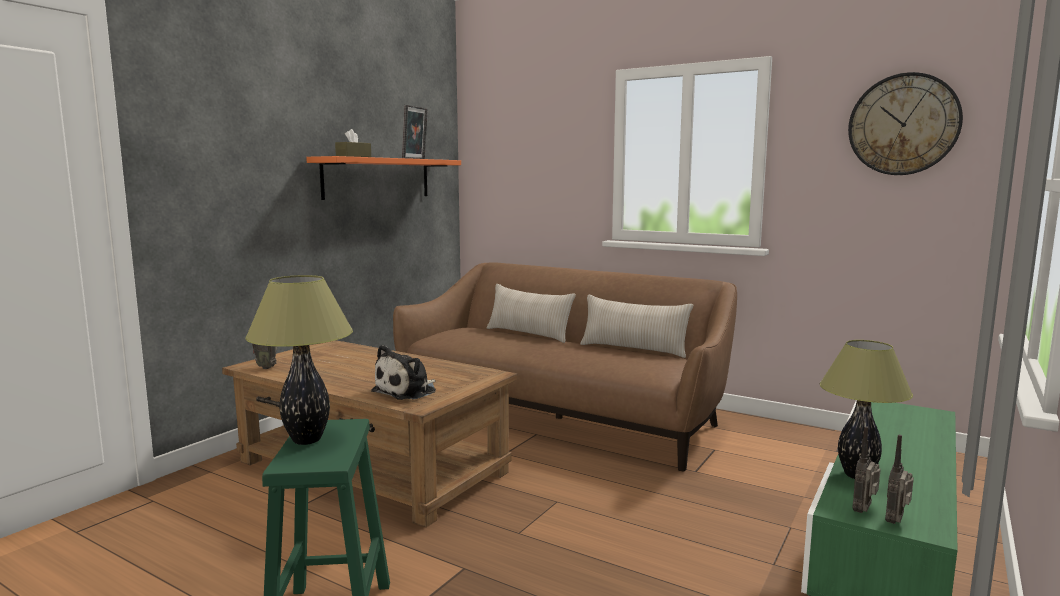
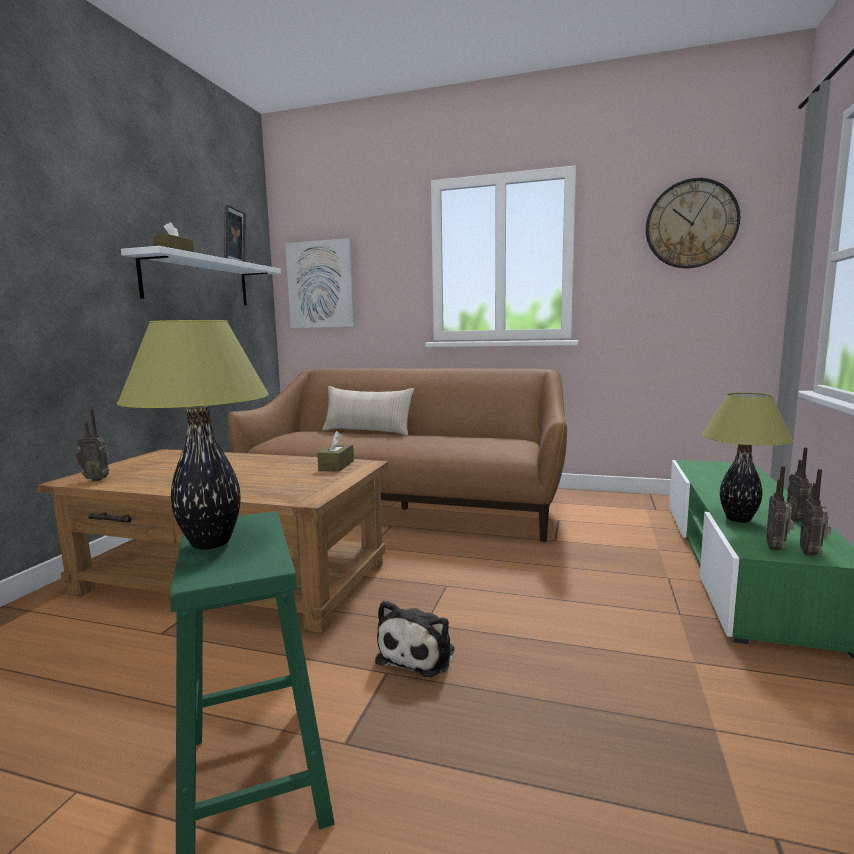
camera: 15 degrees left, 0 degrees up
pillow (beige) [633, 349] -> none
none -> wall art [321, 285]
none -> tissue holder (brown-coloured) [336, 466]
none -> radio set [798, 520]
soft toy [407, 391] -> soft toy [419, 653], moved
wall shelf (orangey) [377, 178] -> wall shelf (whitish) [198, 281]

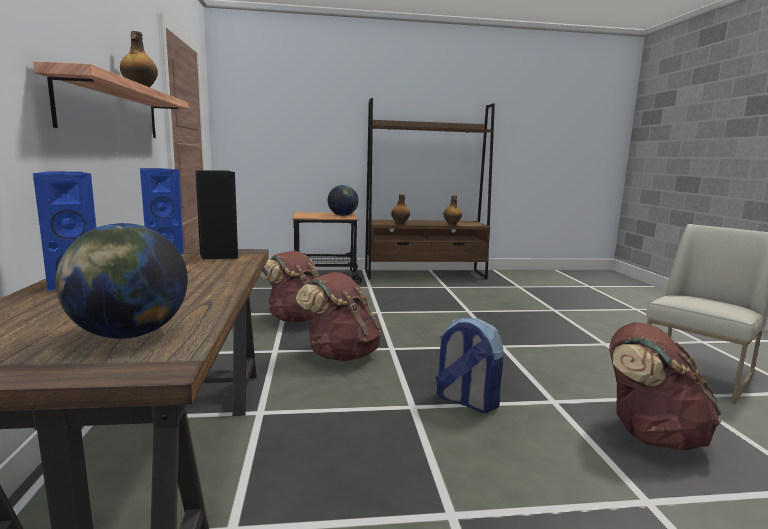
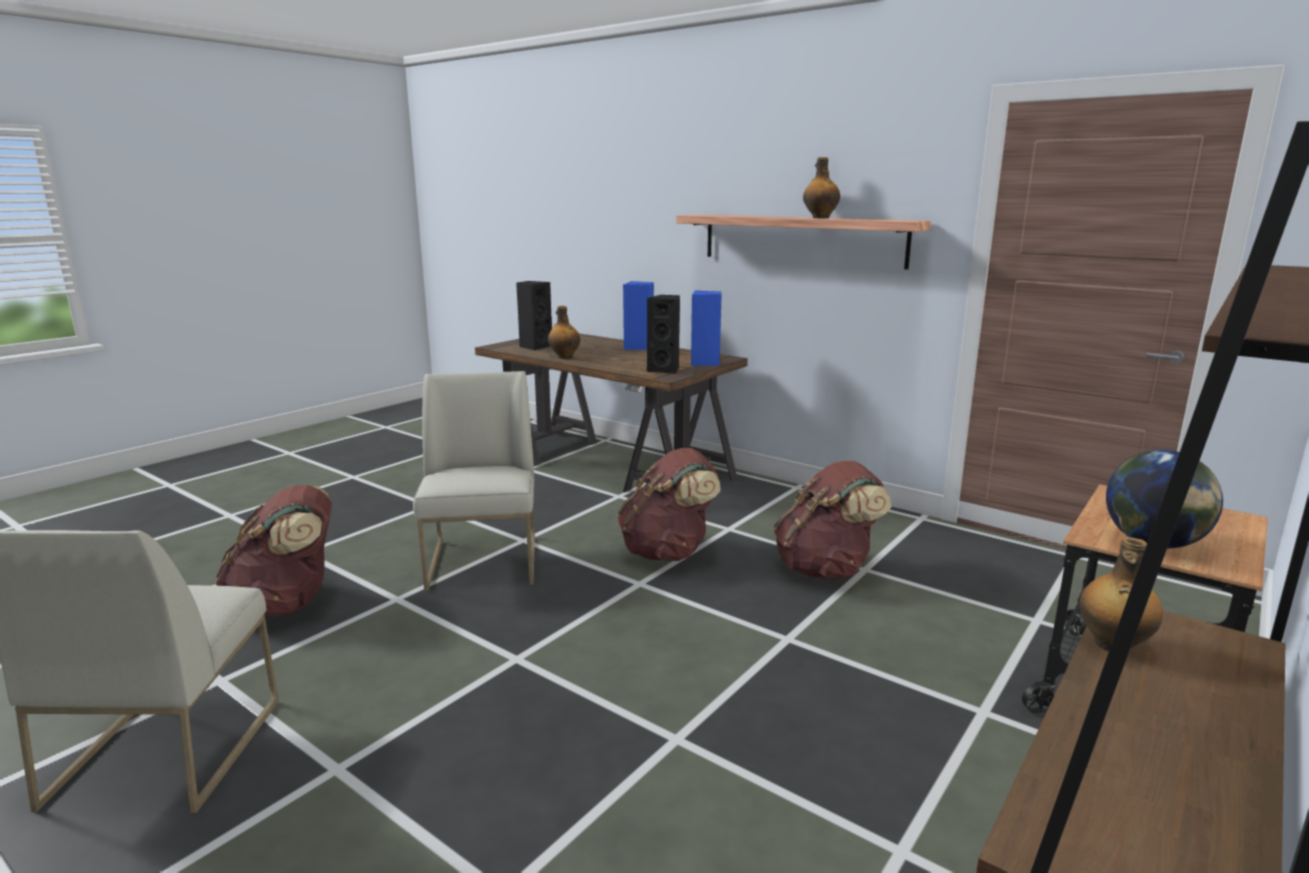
camera: 135 degrees right, 5 degrees up
beverage bottle [451, 225] -> beverage bottle [564, 357], moved
desk globe [129, 335] -> audio speaker (black) [535, 347]
rucksack [465, 401] -> upright chair (whitish) [484, 562]

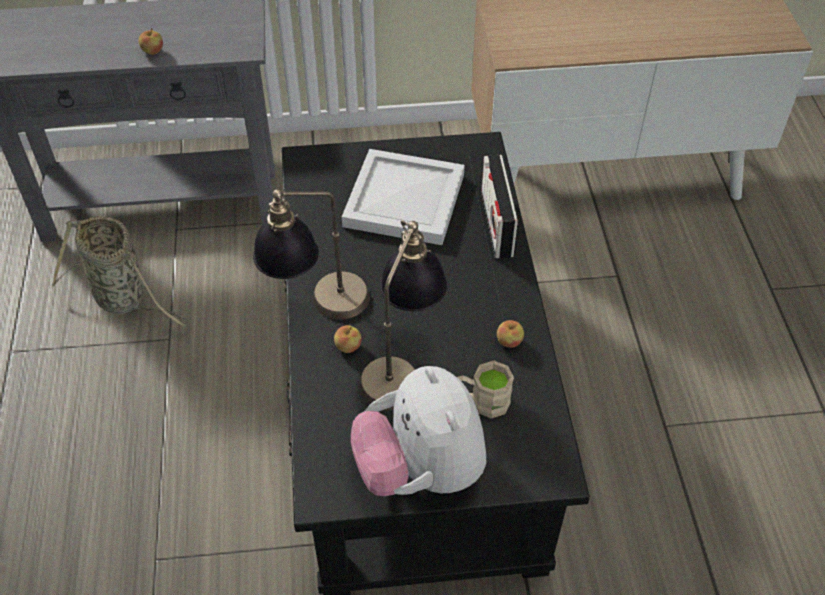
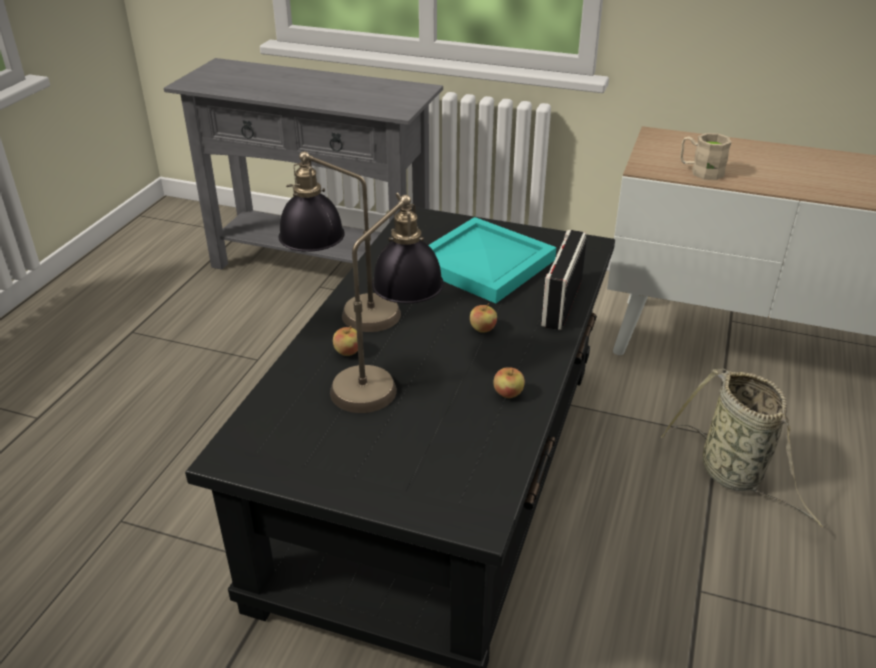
camera: 25 degrees right, 15 degrees down
soft toy [420, 469] -> none
basket [124, 299] -> basket [735, 475], moved
apple [153, 51] -> apple [482, 329], moved
tea mug (beige) [482, 401] -> tea mug (beige) [700, 171], moved
carrying tray (whitish) [402, 201] -> carrying tray (turquoise-coloured) [481, 264]

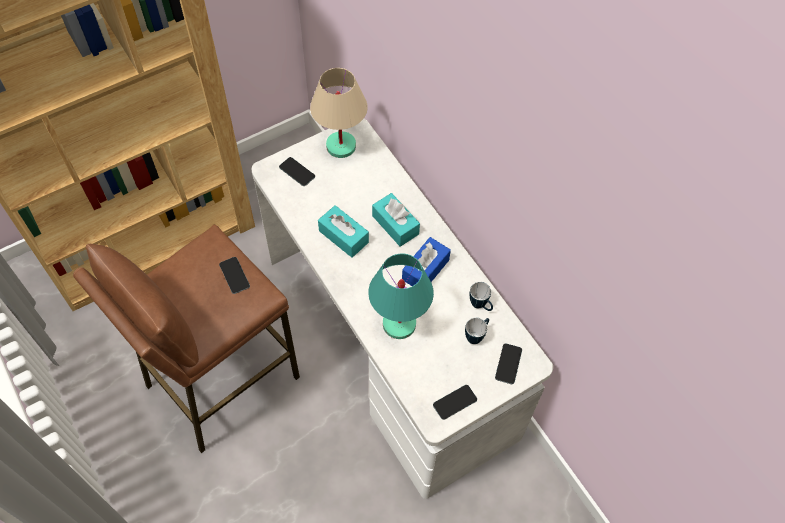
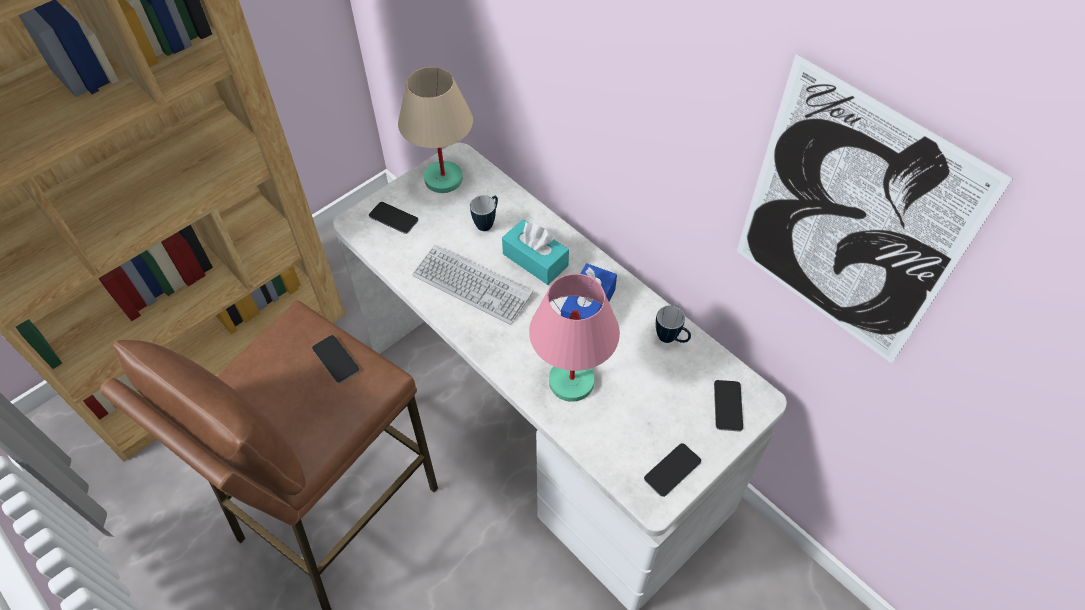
camera: 10 degrees left, 5 degrees down
none -> wall art [848, 221]
tea mug [476, 336] -> tea mug [487, 223], moved
tissue holder (turquoise-coloured) [343, 236] -> keyboard [471, 285]
tabletop lamp (turquoise-coloured) [398, 324] -> tabletop lamp (pink-coloured) [571, 382]

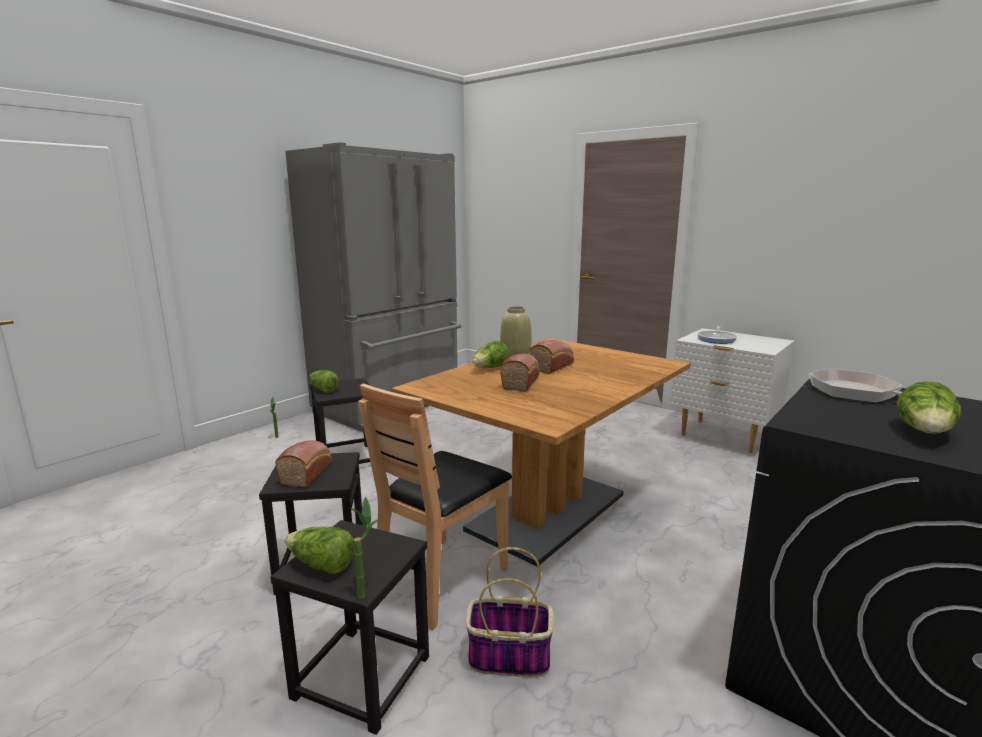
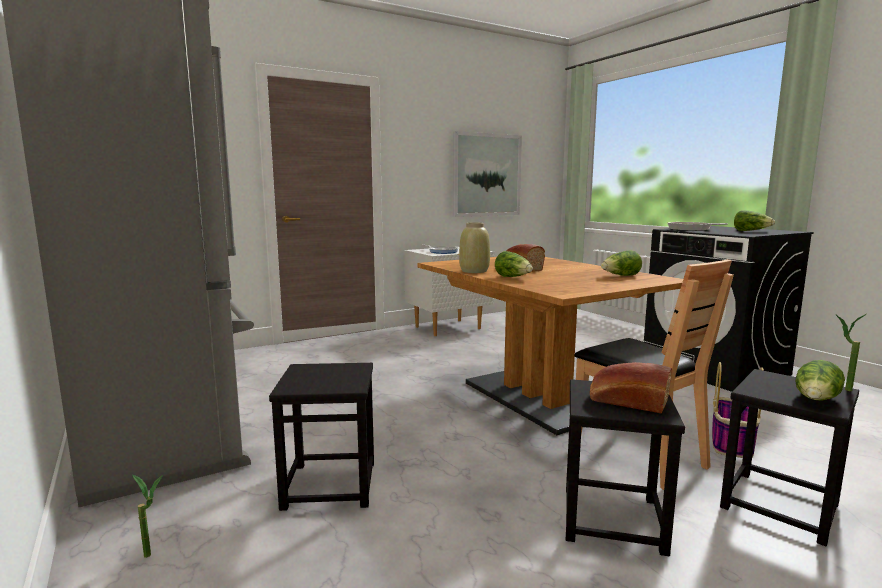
camera: 70 degrees left, 5 degrees down
bakery bread [521, 382] -> none
none -> wall art [486, 175]
head of lettuce [323, 390] -> head of lettuce [620, 276], moved

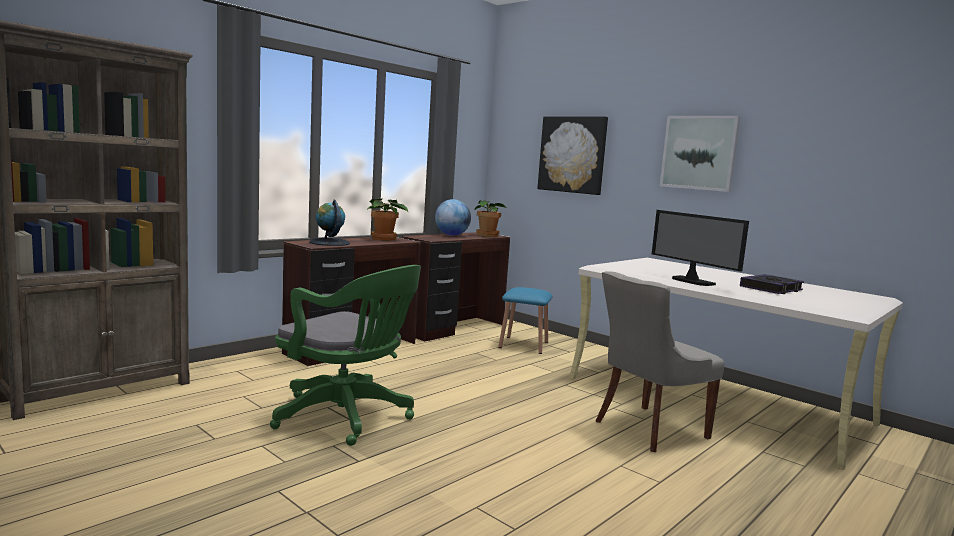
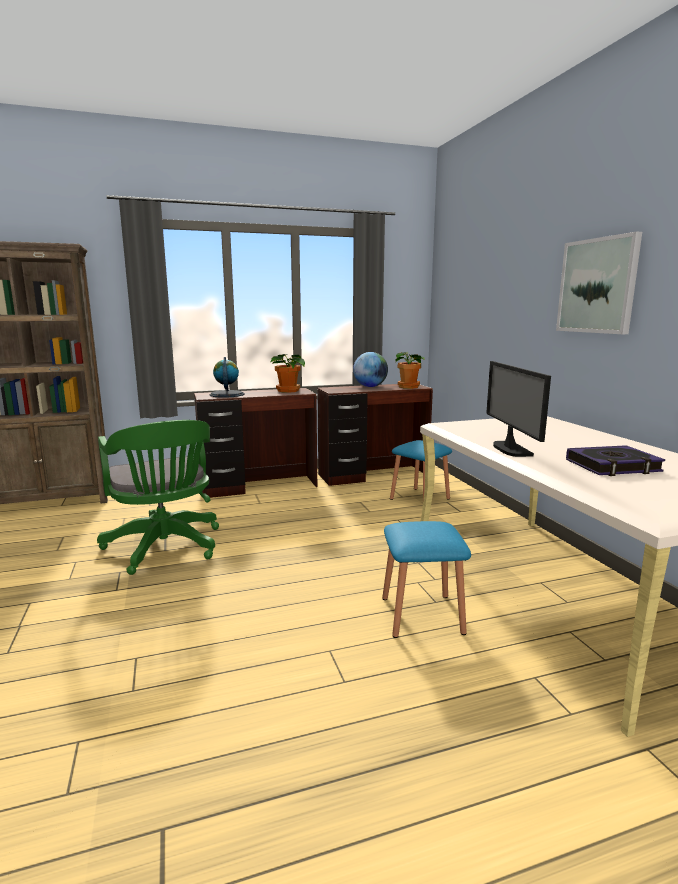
camera: 30 degrees right, 5 degrees up
wall art [572, 154] -> none
upright chair (greyish) [647, 429] -> stool (blue-coloured) [421, 615]

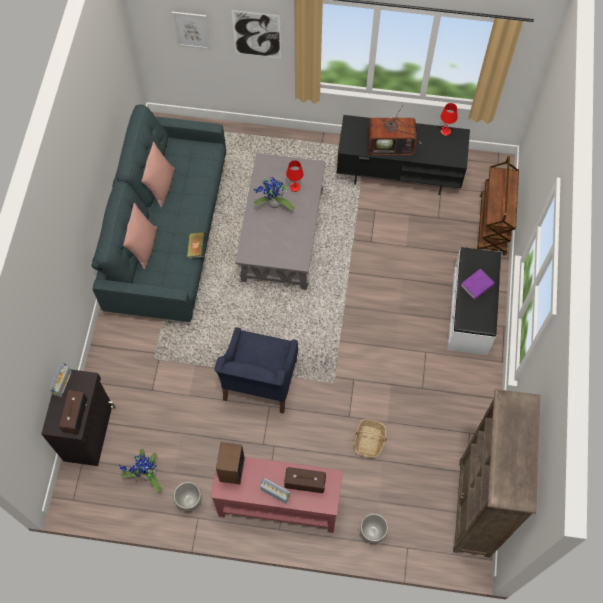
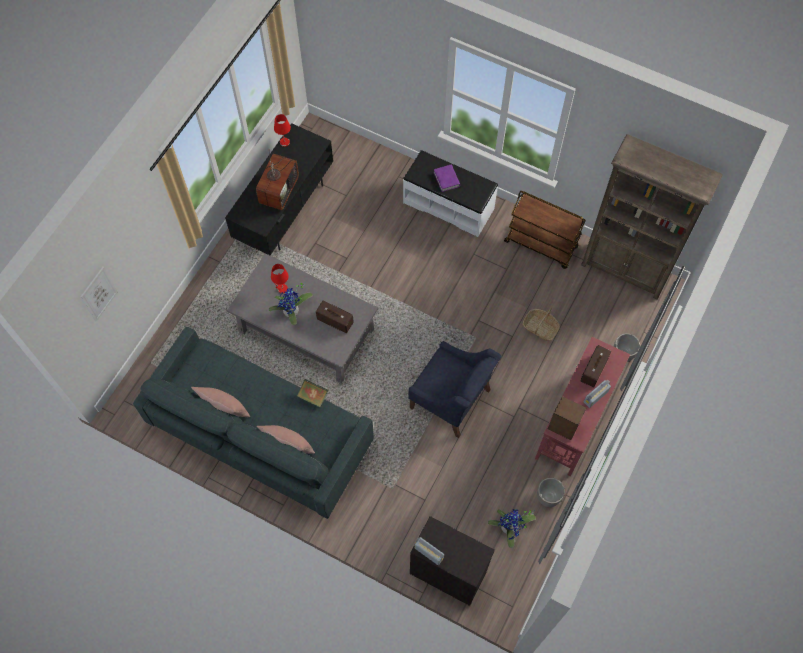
camera: 70 degrees left, 0 degrees up
wall art [257, 34] -> none
radio set [75, 415] -> radio set [334, 321], moved
cart (brown-coloured) [492, 225] -> cart (brown-coloured) [541, 244], moved

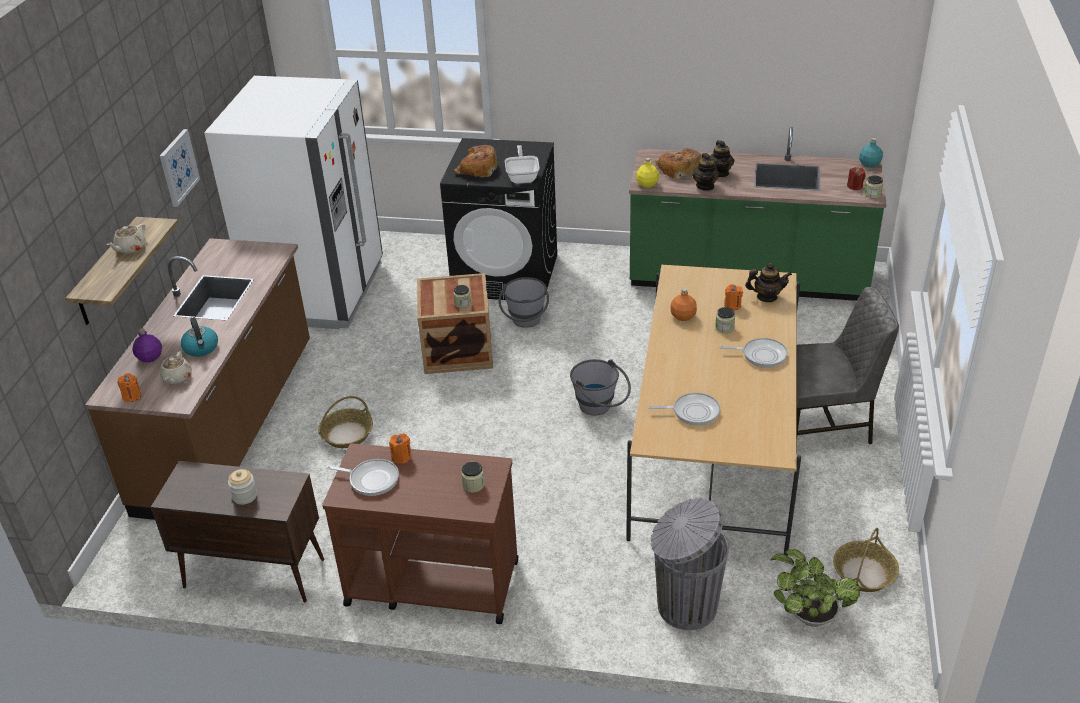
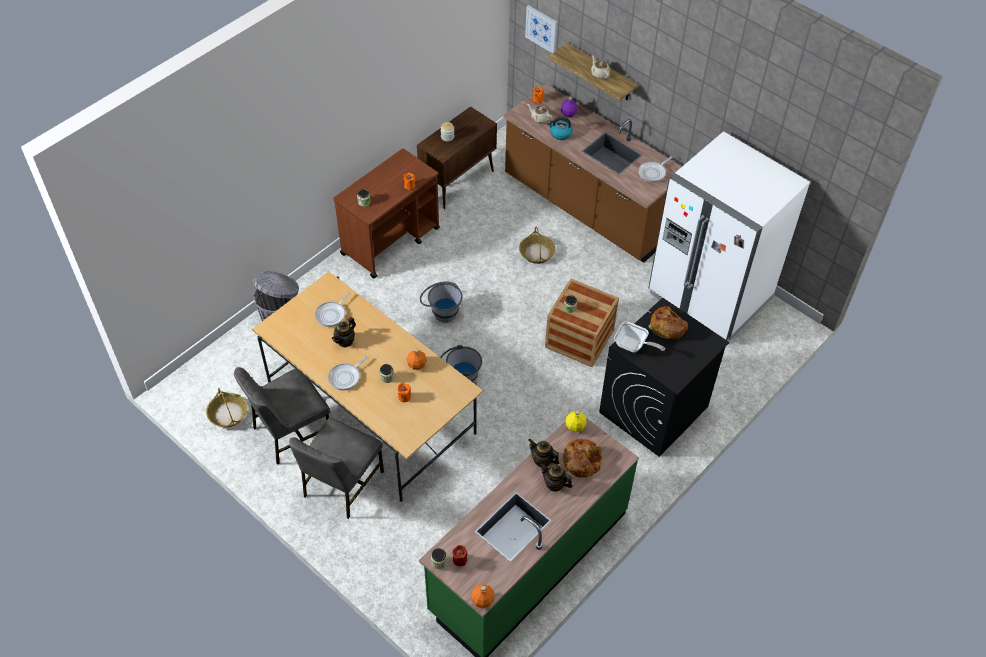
camera: 120 degrees right, 15 degrees up
potted plant [808, 615] -> none
none -> upright chair (greyish) [290, 432]
wall art [178, 167] -> wall art [542, 28], moved
pan [371, 479] -> pan [653, 172], moved
water bucket (greyish) [525, 323] -> water bucket (greyish) [441, 311], moved
tea pot [766, 297] -> tea pot [345, 341], moved
beverage bottle (turquoise-coloured) [870, 164] -> beverage bottle (orangey) [482, 600]

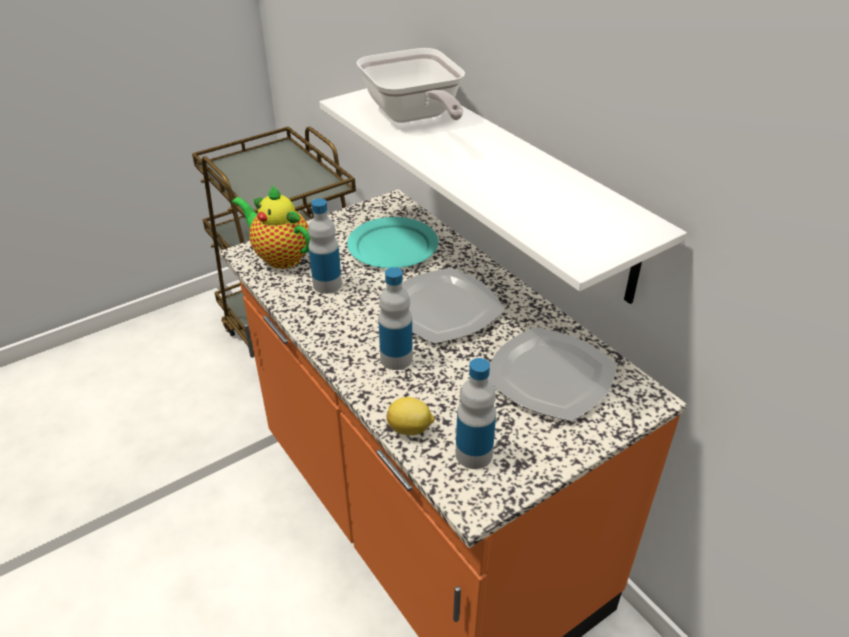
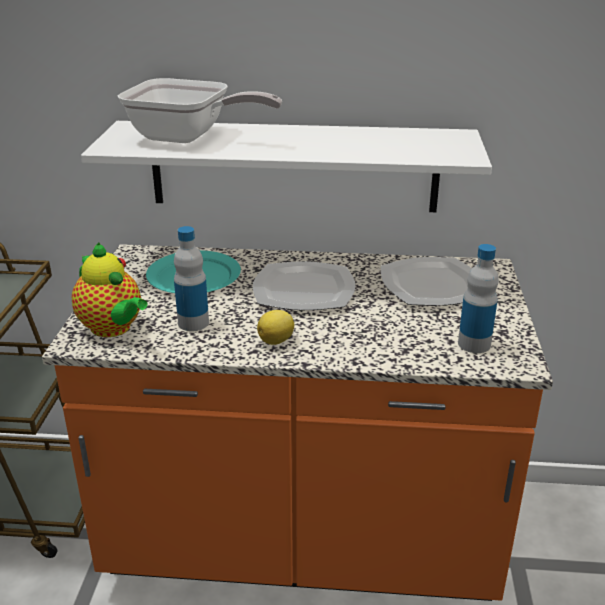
camera: 50 degrees left, 10 degrees down
beverage bottle [396, 358] -> none
whole lemon [410, 429] -> whole lemon [277, 341], moved
tea pot [280, 257] -> tea pot [113, 329], 120 degrees counterclockwise

